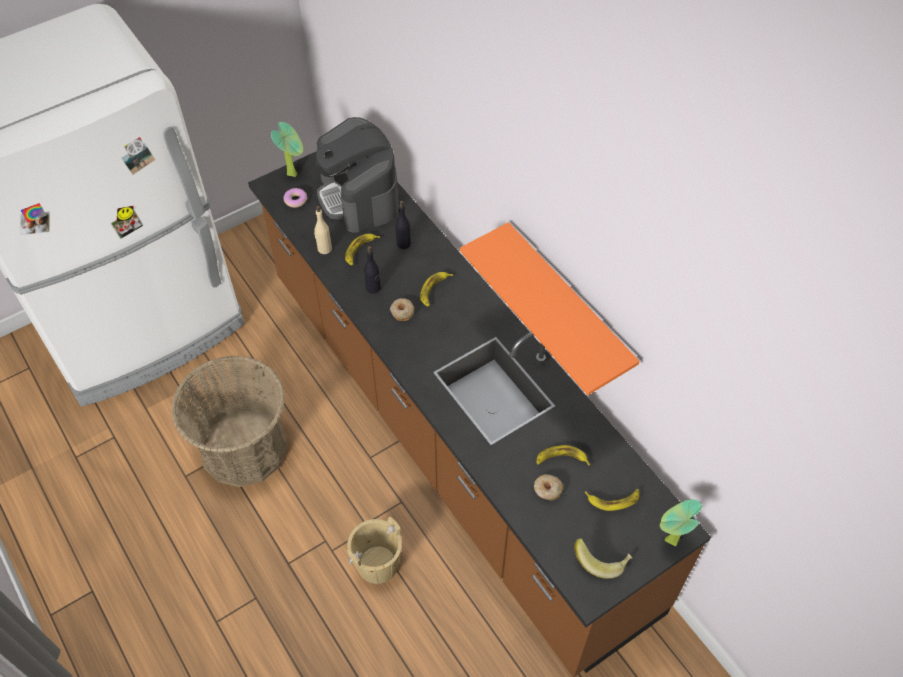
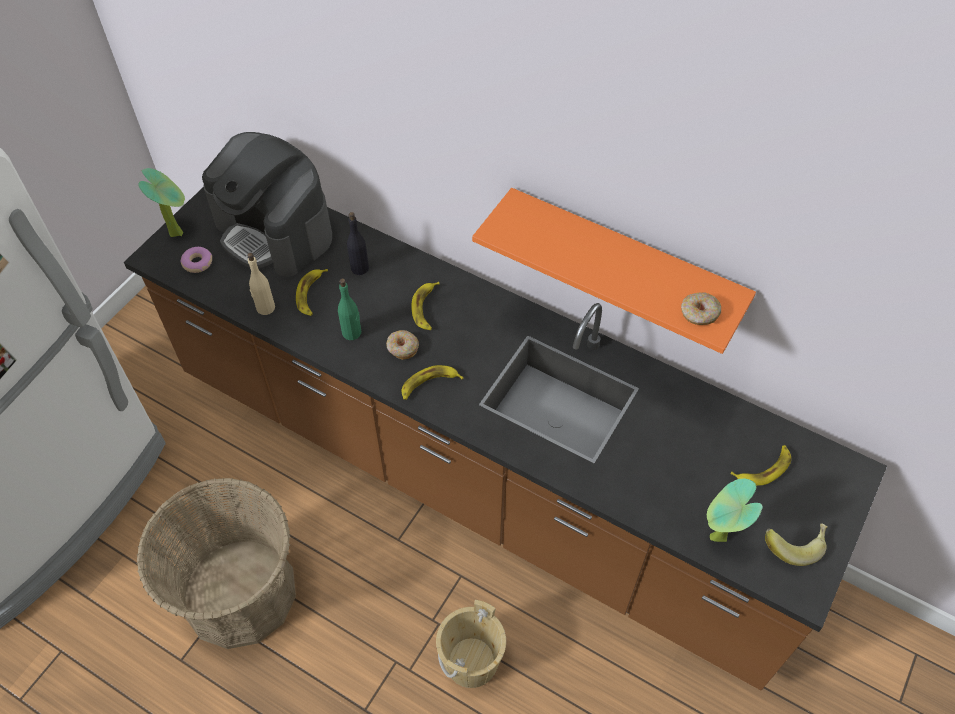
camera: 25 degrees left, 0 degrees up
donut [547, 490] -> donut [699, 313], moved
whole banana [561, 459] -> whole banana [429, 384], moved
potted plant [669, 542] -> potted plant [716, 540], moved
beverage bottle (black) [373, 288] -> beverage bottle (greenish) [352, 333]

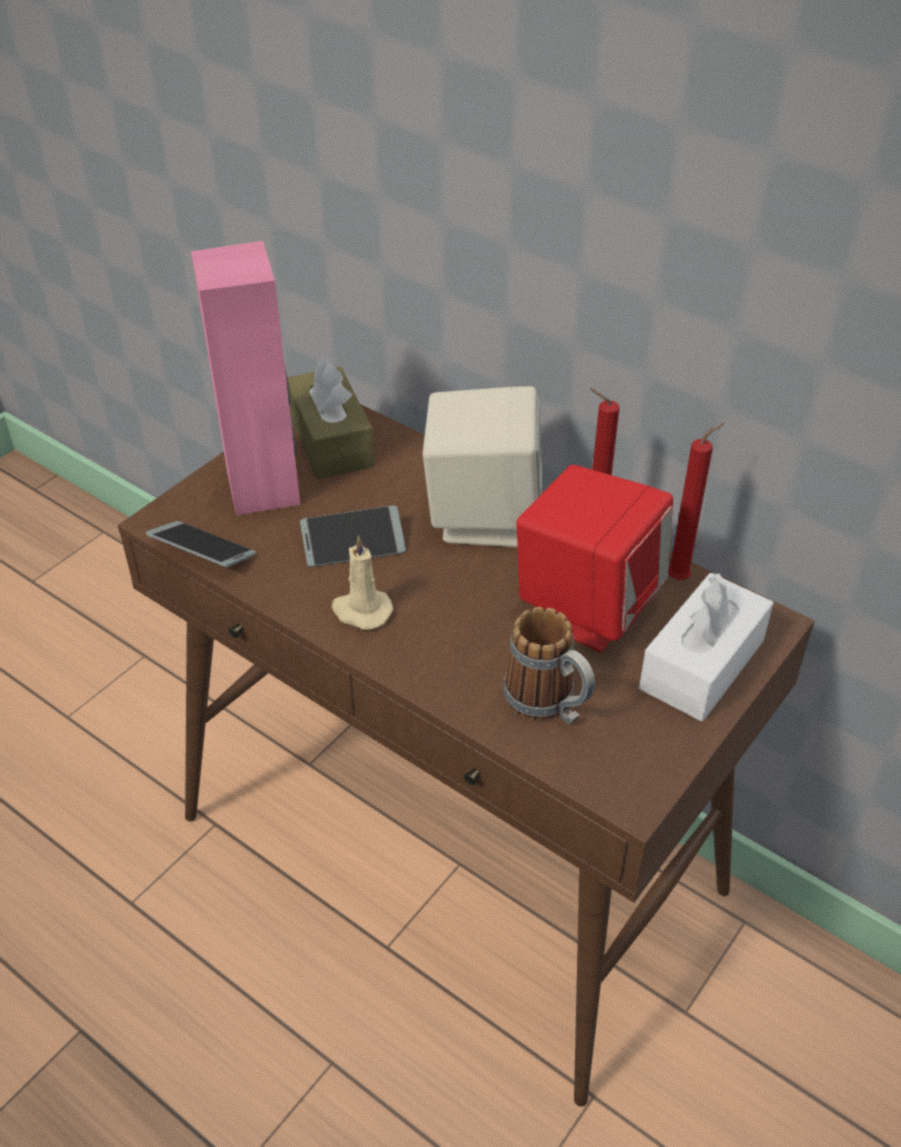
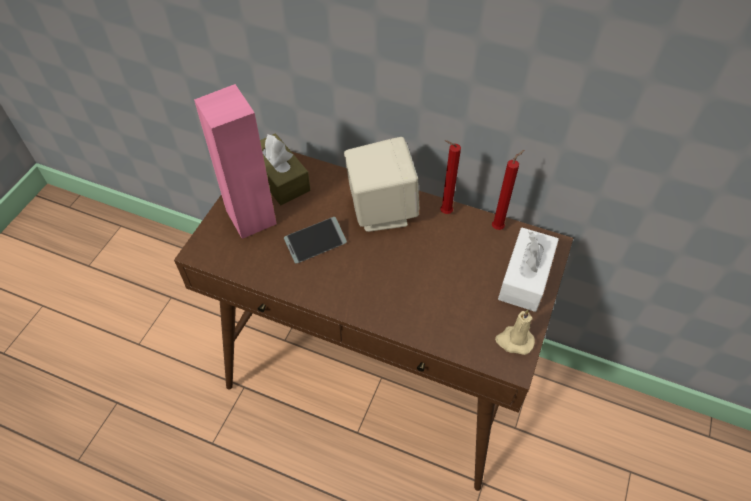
camera: 15 degrees left, 10 degrees up
telephone [202, 552] -> none
tea mug [549, 705] -> none
audio speaker (red) [587, 607] -> none
candle (beige) [361, 611] -> candle (beige) [514, 341], moved

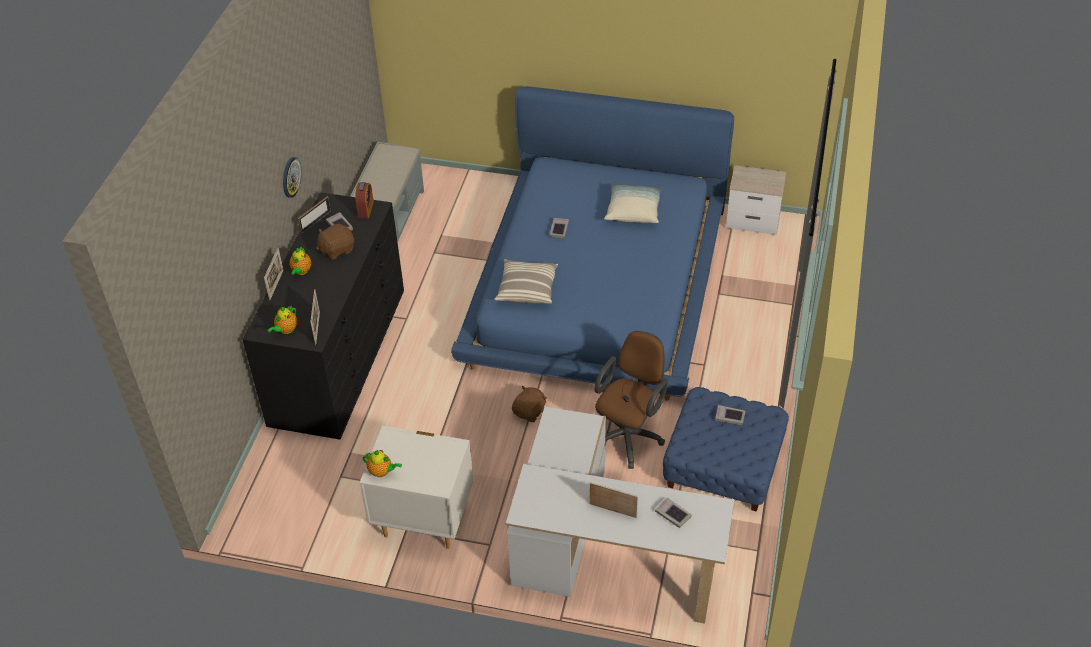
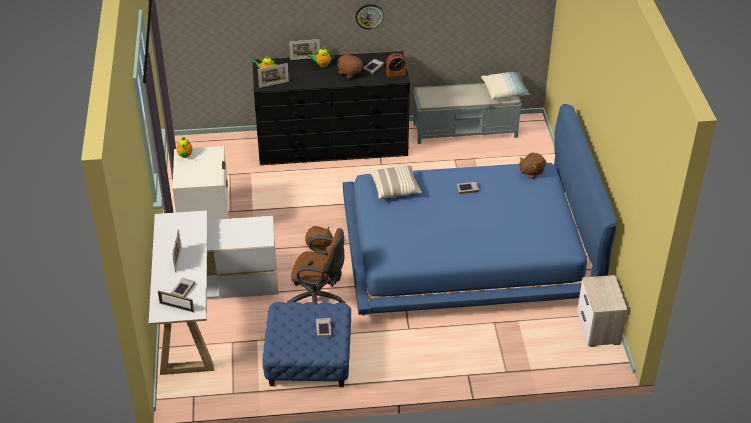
camera: 70 degrees right, 5 degrees down
none -> soft toy (brown-coloured) [531, 172]
photo frame [315, 222] -> photo frame [176, 307], moved
pillow [633, 210] -> pillow [505, 91], moved

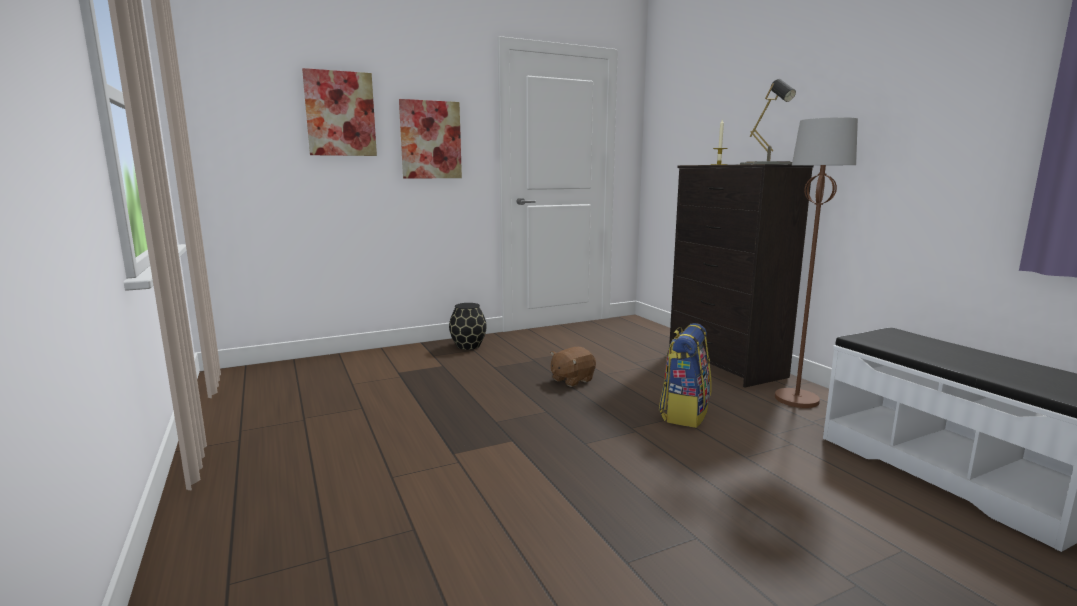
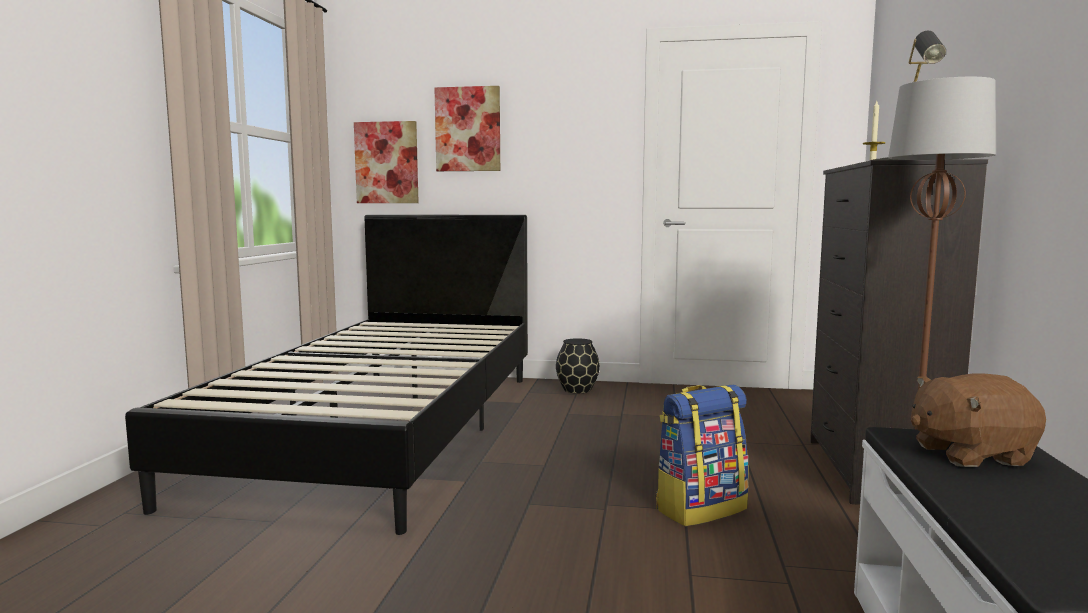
camera: 35 degrees right, 5 degrees down
none -> bedroom bed (black) [386, 428]
wall art [430, 140] -> wall art [387, 163], moved
soft toy (brown-coloured) [571, 380] -> soft toy (brown-coloured) [969, 454], moved

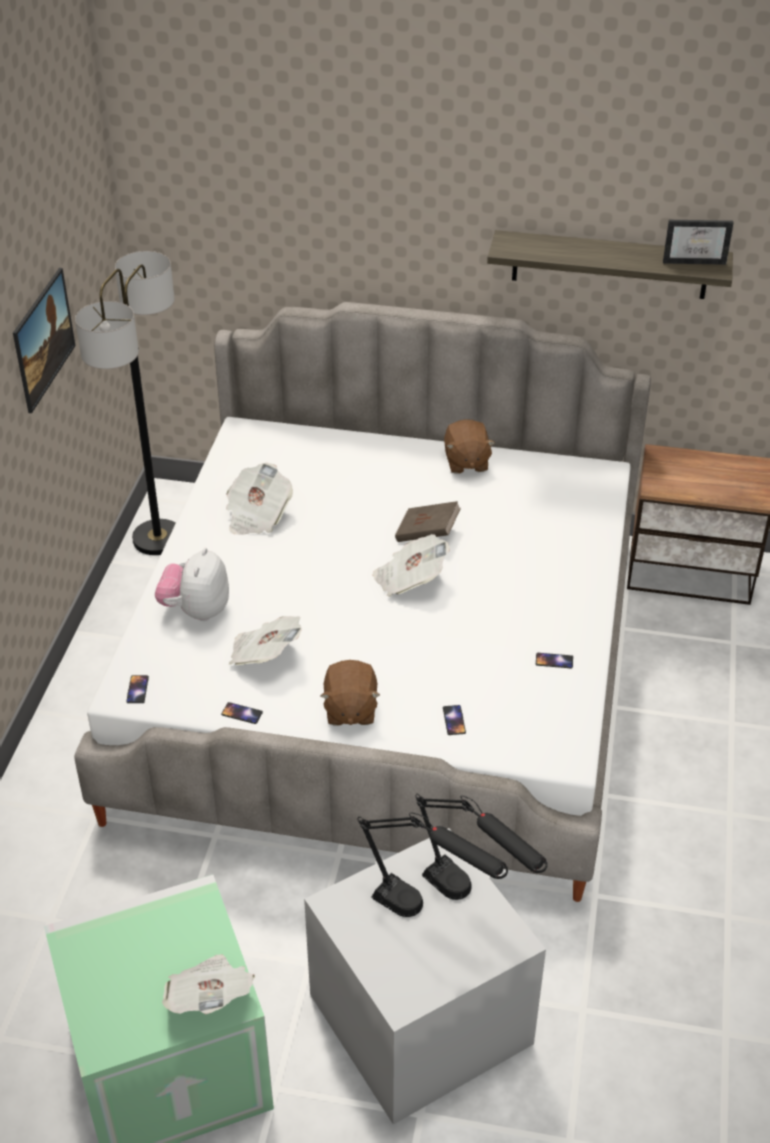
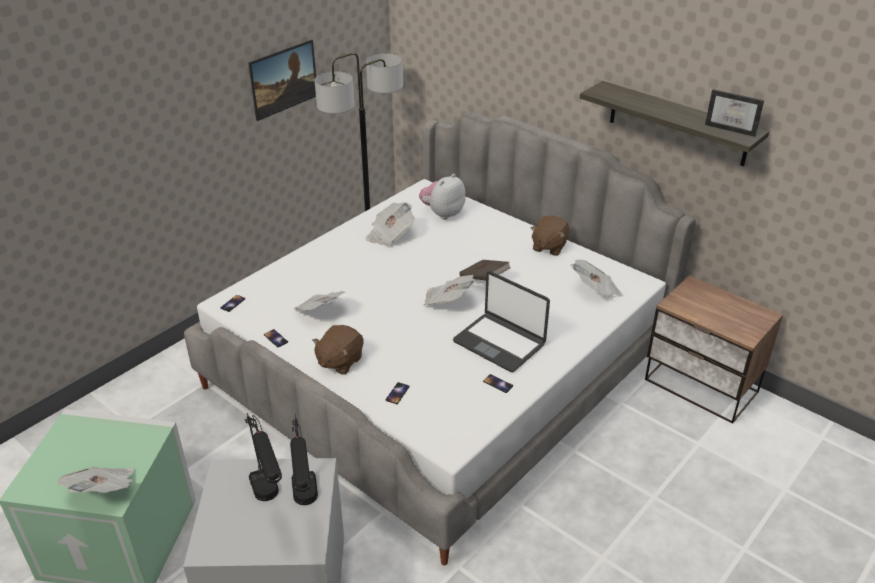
camera: 30 degrees right, 5 degrees down
none -> notebook computer [499, 342]
none -> newspaper [595, 291]
soft toy [196, 610] -> soft toy [442, 213], moved

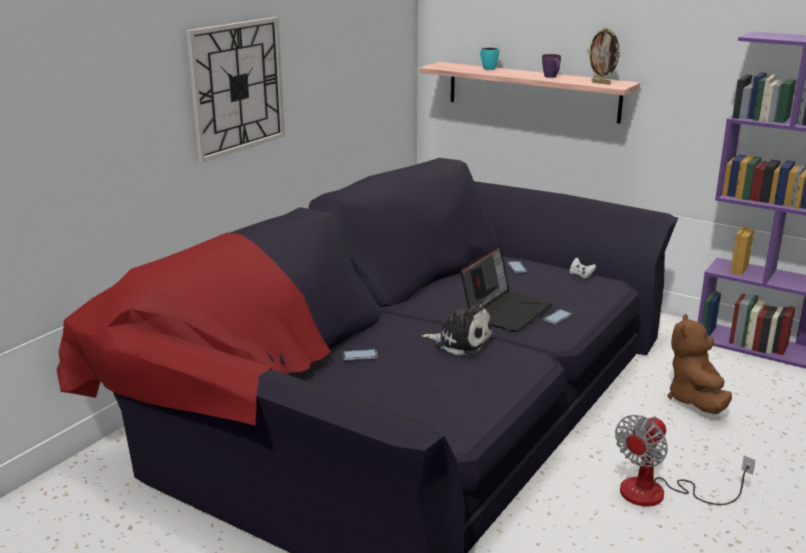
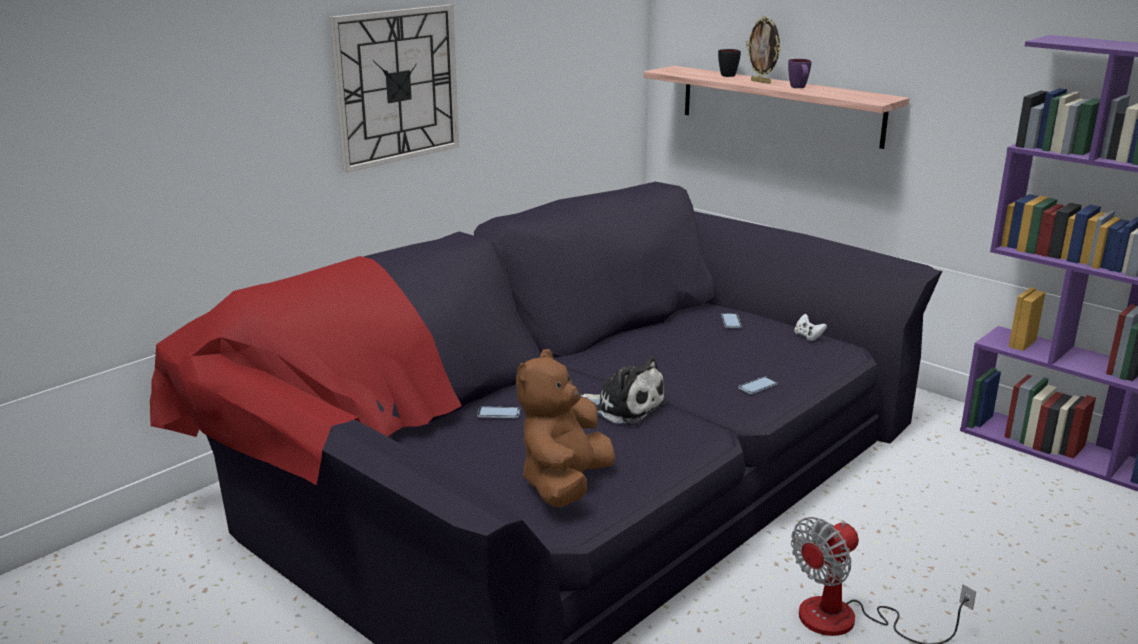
camera: 10 degrees right, 0 degrees up
notebook computer [506, 310] -> none
photo frame [601, 83] -> photo frame [761, 82], moved
soft toy (brown-coloured) [696, 400] -> soft toy (brown-coloured) [564, 485], moved
tea mug (turquoise-coloured) [487, 68] -> tea mug (black) [726, 75]

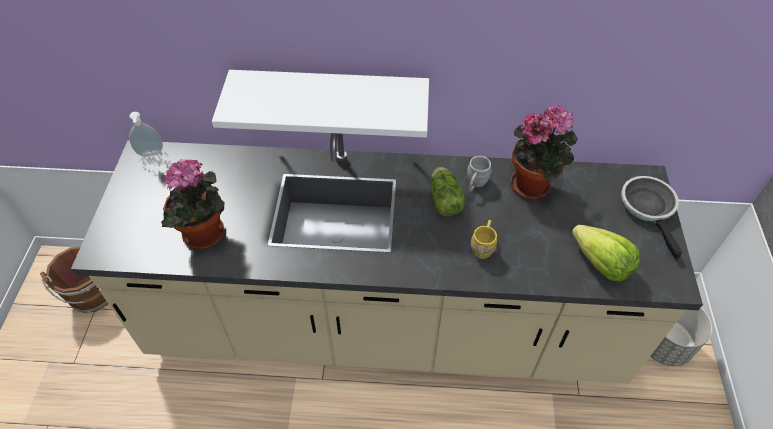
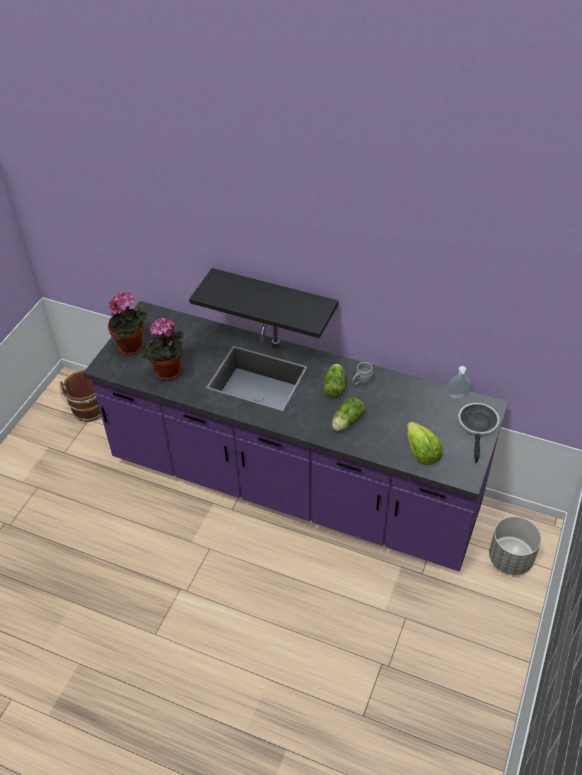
camera: 20 degrees right, 5 degrees down
liquid soap bottle [151, 154] -> liquid soap bottle [457, 397], moved
potted plant [533, 185] -> potted plant [133, 347], moved
tea mug (yellow) [483, 246] -> head of lettuce [346, 422]
counter (beige) [386, 325] -> counter (purple) [293, 485]
wall shelf (whitish) [330, 98] -> wall shelf (black) [274, 300]

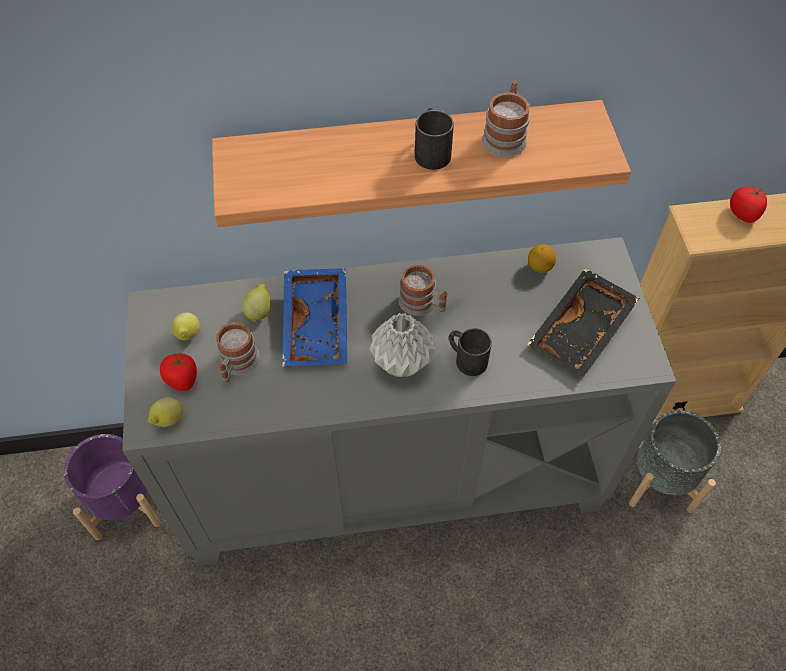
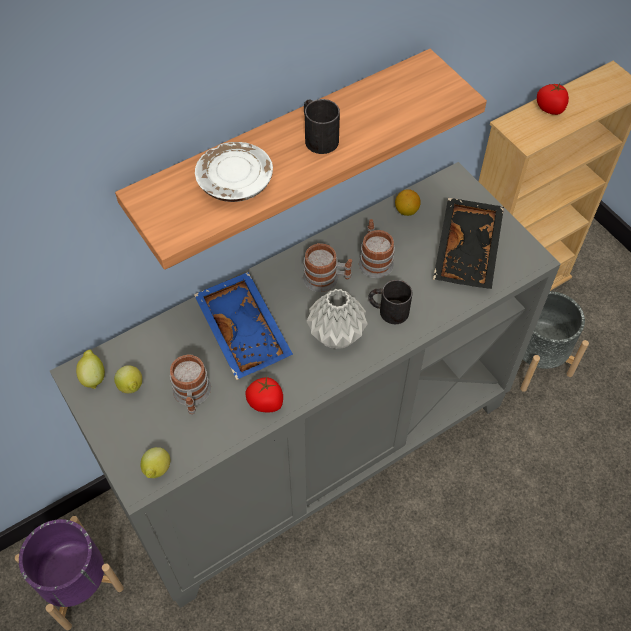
camera: 25 degrees left, 0 degrees up
none -> flat dish (whitish) [235, 182]
whole tomato [182, 380] -> whole tomato [266, 402], moved
whole lemon [259, 311] -> whole lemon [93, 376], moved
tea mug [505, 136] -> tea mug [374, 259], moved

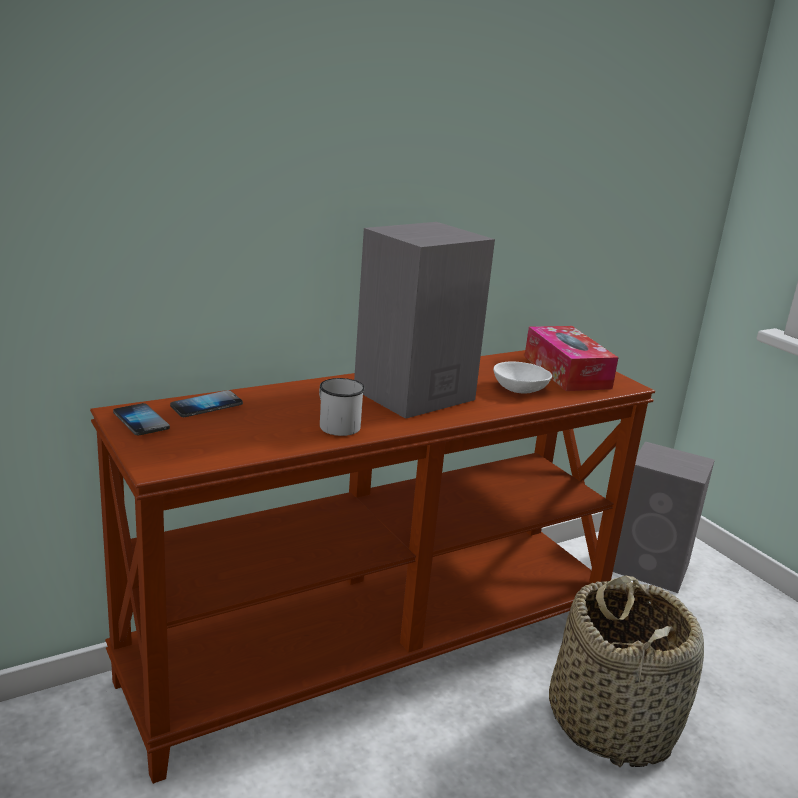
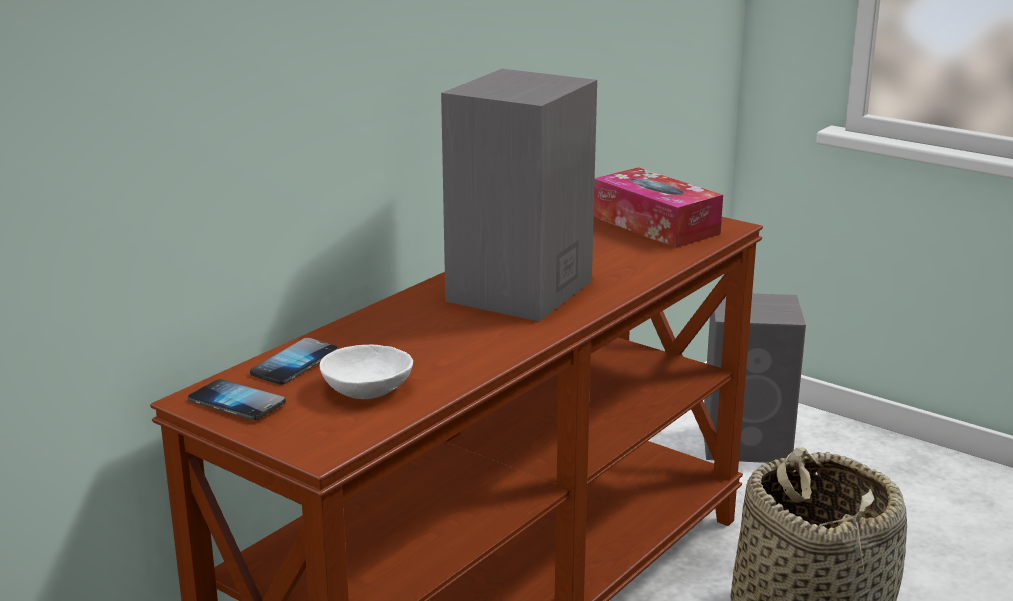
camera: 20 degrees left, 0 degrees up
tea mug (whitish) [335, 425] -> none
bowl (whitish) [521, 388] -> bowl (whitish) [369, 387], moved

